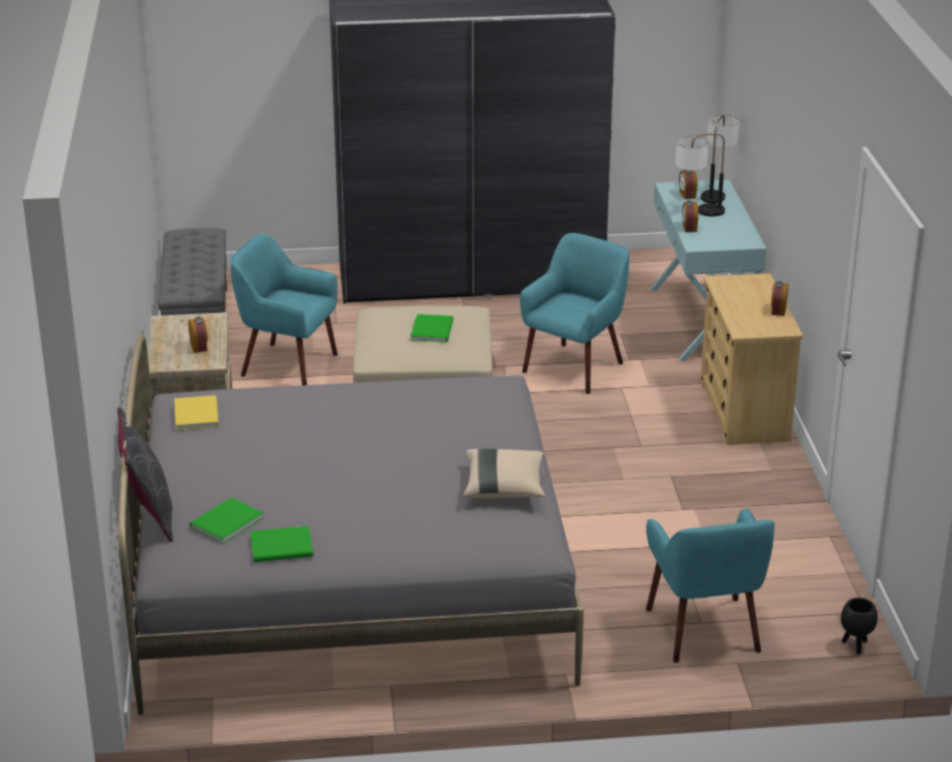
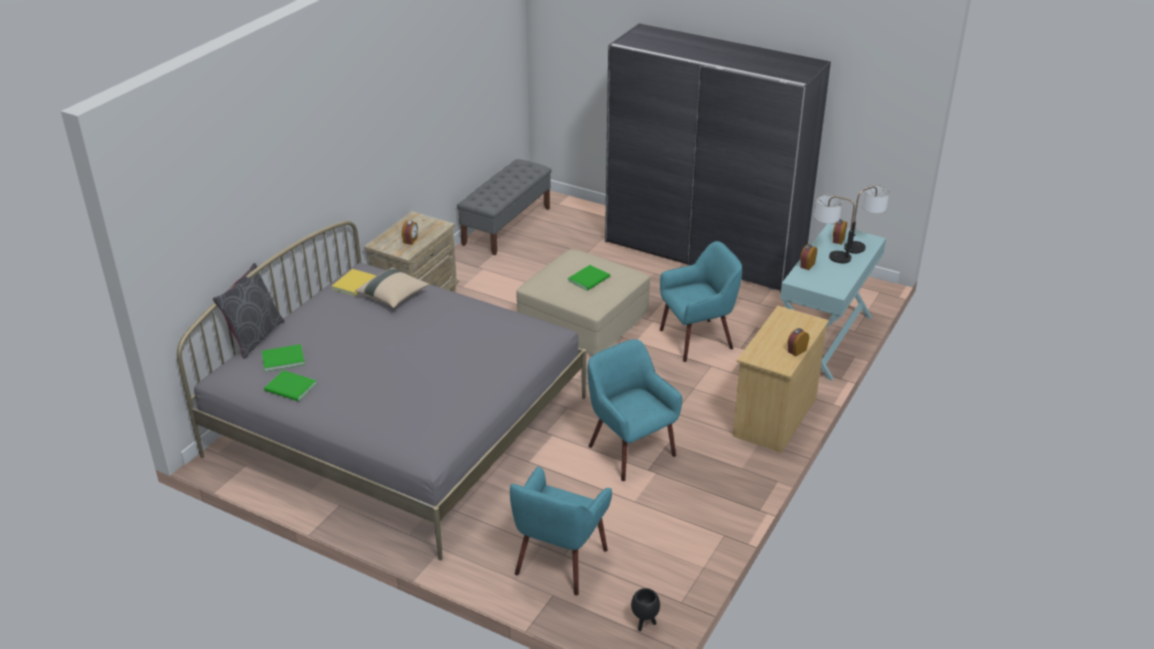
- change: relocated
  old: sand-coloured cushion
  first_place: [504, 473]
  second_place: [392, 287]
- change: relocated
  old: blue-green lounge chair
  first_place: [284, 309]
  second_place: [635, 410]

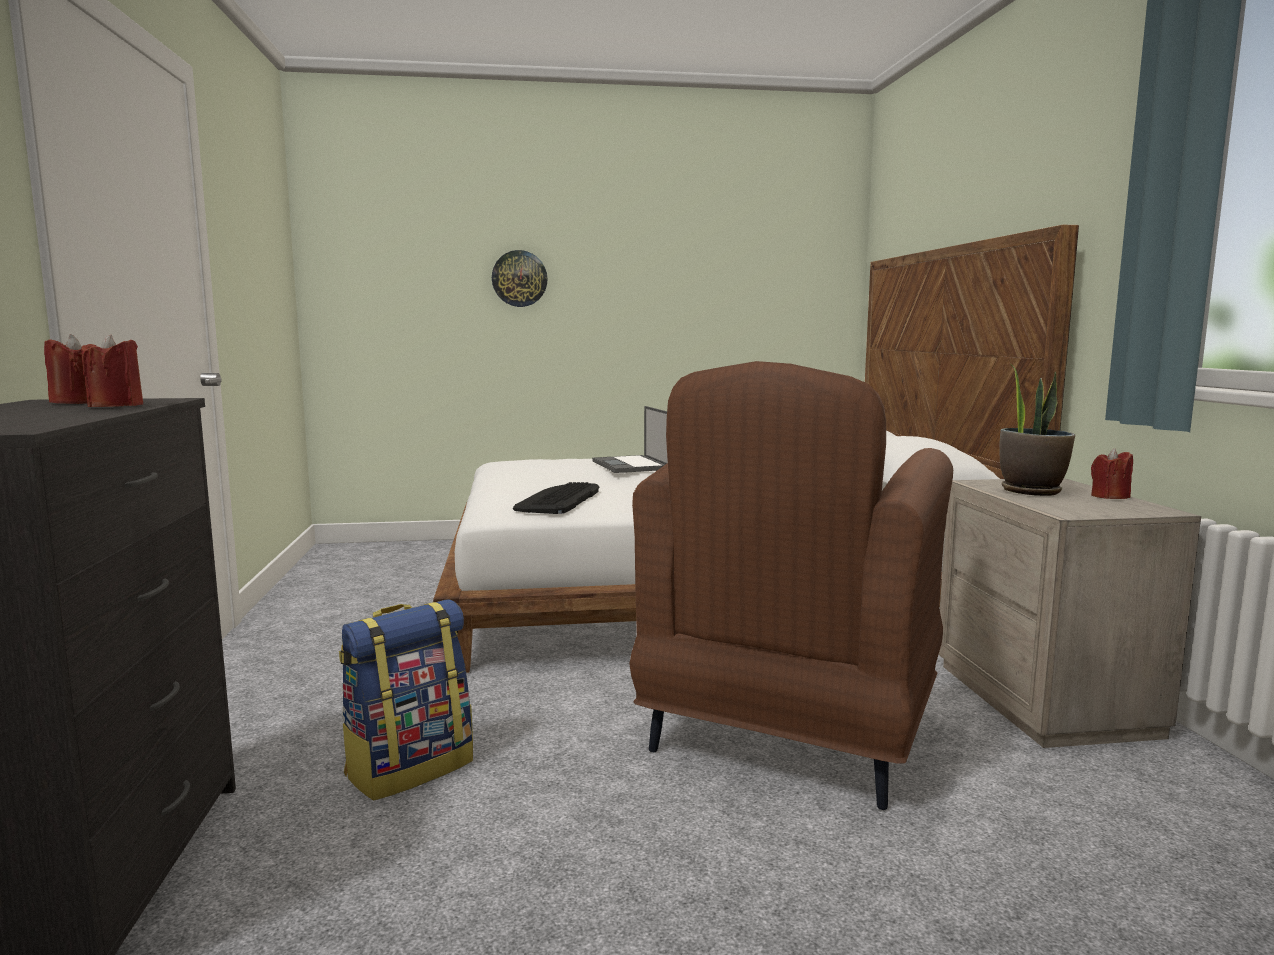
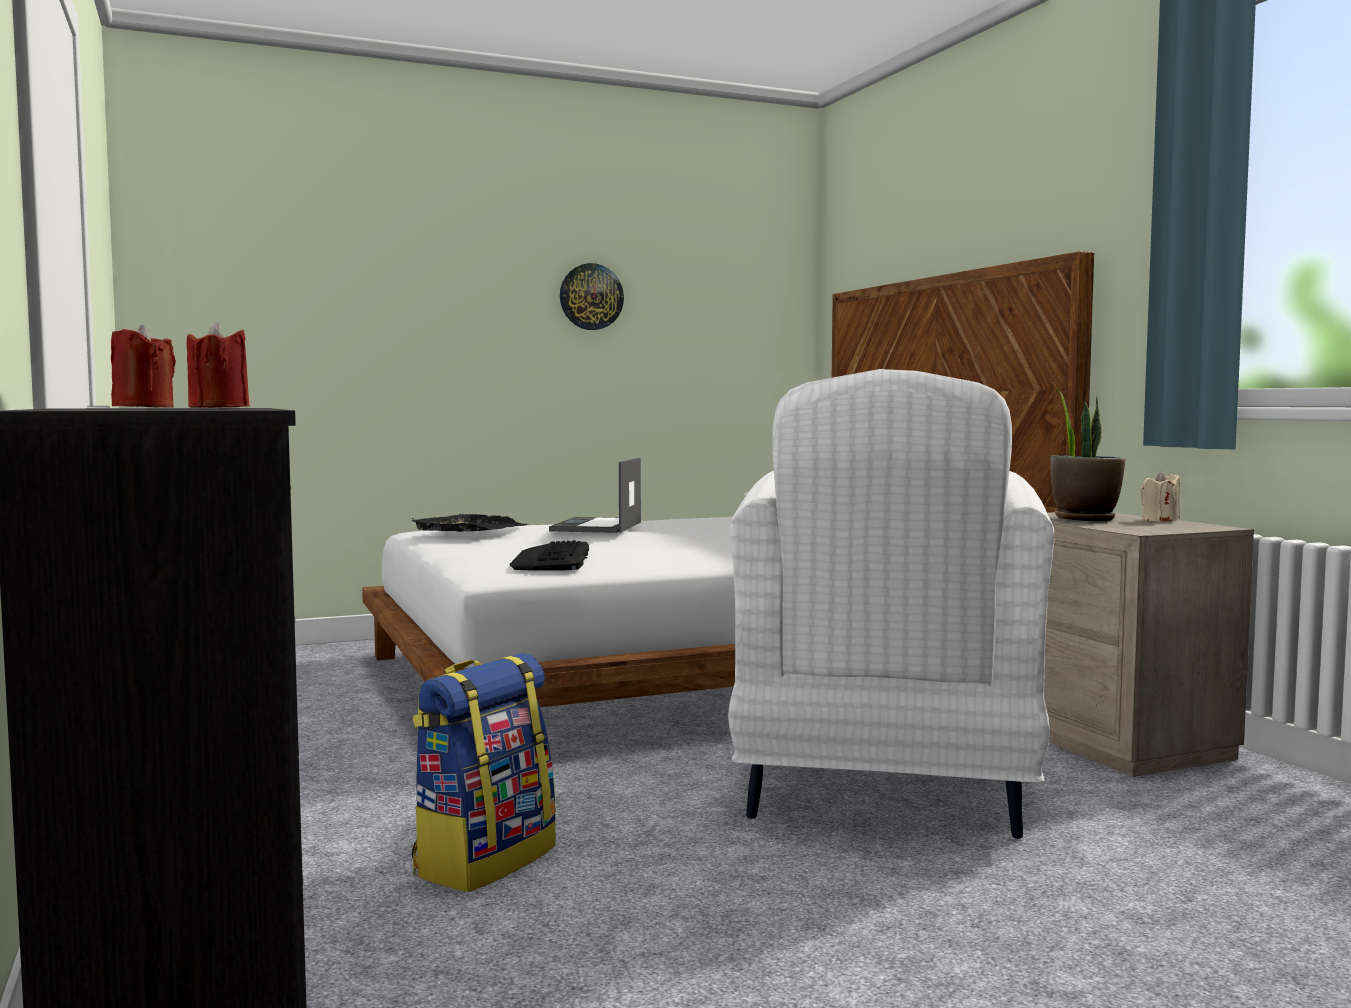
- change: appeared
  new: black serving tray
  second_place: [469, 523]
- change: spun
  old: portable computer
  first_place: [630, 439]
  second_place: [595, 495]
  degrees: 45
- change: relocated
  old: clock on the wall
  first_place: [520, 278]
  second_place: [592, 296]
- change: colour
  old: brown-coloured lounge chair
  new: white-coloured lounge chair
  first_place: [791, 585]
  second_place: [891, 603]
- change: colour
  old: reddish candle
  new: sand-coloured candle
  first_place: [1112, 473]
  second_place: [1160, 496]

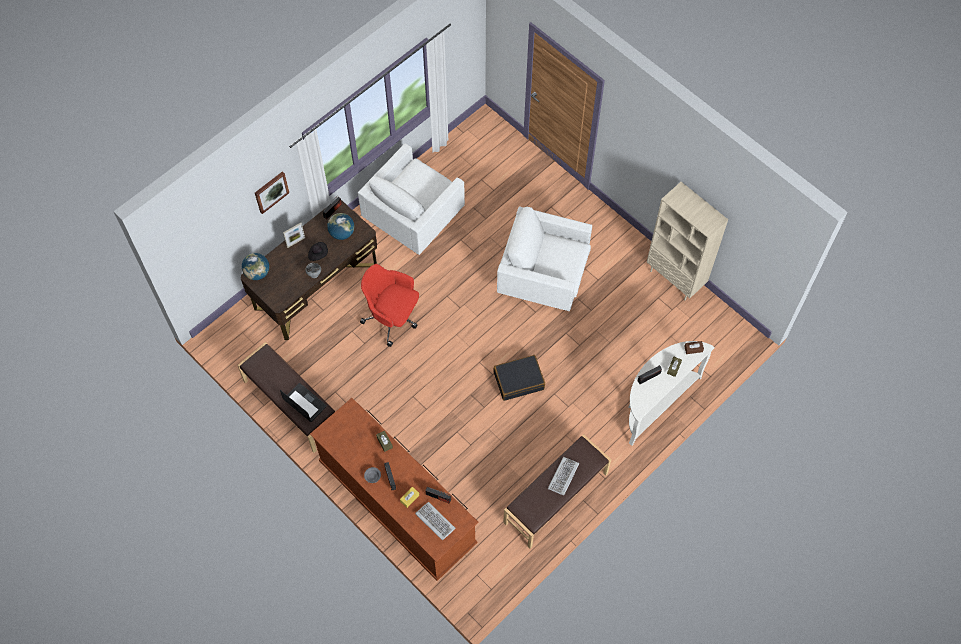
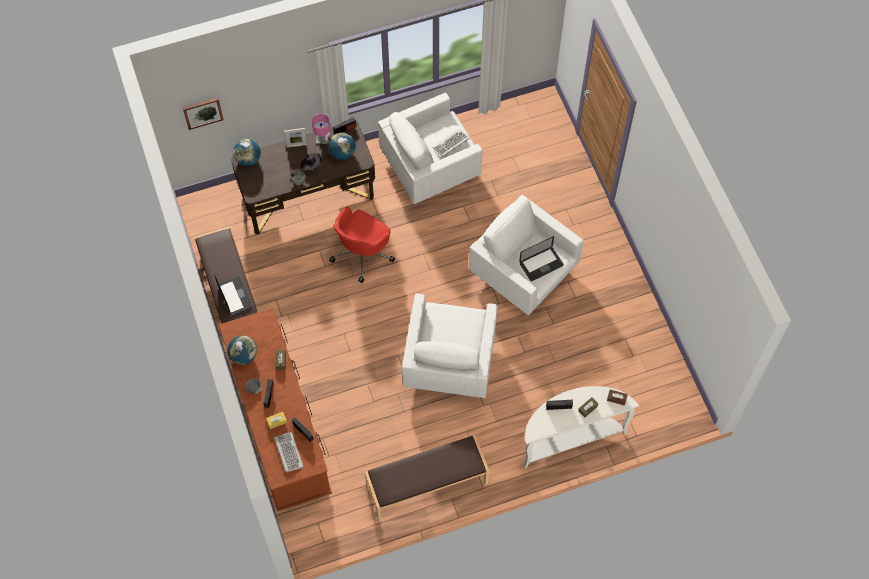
- change: relocated
  old: wall picture
  first_place: [272, 192]
  second_place: [203, 113]
- change: appeared
  new: desk globe
  second_place: [242, 350]
- change: appeared
  new: pink table lamp
  second_place: [321, 129]
- change: spun
  old: reddish office chair
  first_place: [389, 305]
  second_place: [362, 244]
  degrees: -105
- change: exchanged
  old: black travel case
  new: white-coloured lounge chair
  first_place: [519, 378]
  second_place: [450, 346]
- change: relocated
  old: computer keyboard
  first_place: [563, 476]
  second_place: [451, 143]
- change: appeared
  new: portable computer
  second_place: [541, 258]
- change: missing
  old: sand-coloured bookshelf
  first_place: [687, 241]

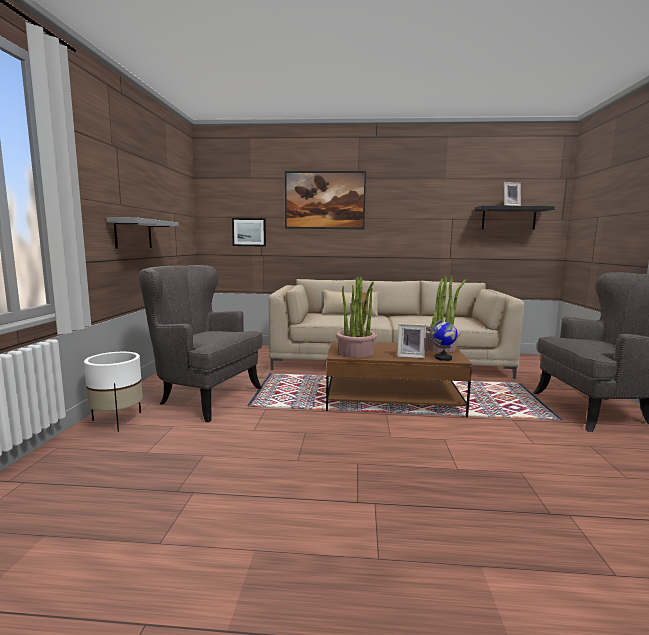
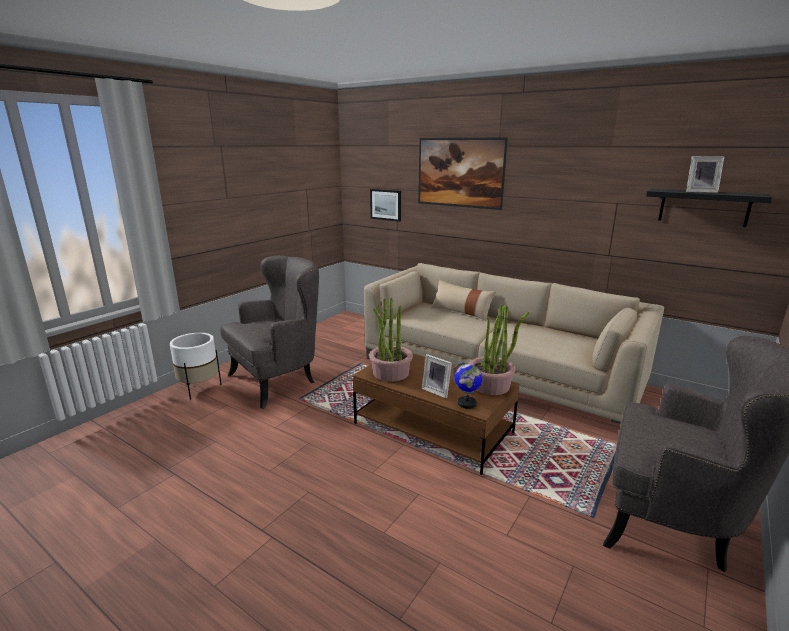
- change: spun
  old: greyish lounge chair
  first_place: [200, 343]
  second_place: [269, 332]
  degrees: 90
- change: missing
  old: greyish wall shelf
  first_place: [143, 233]

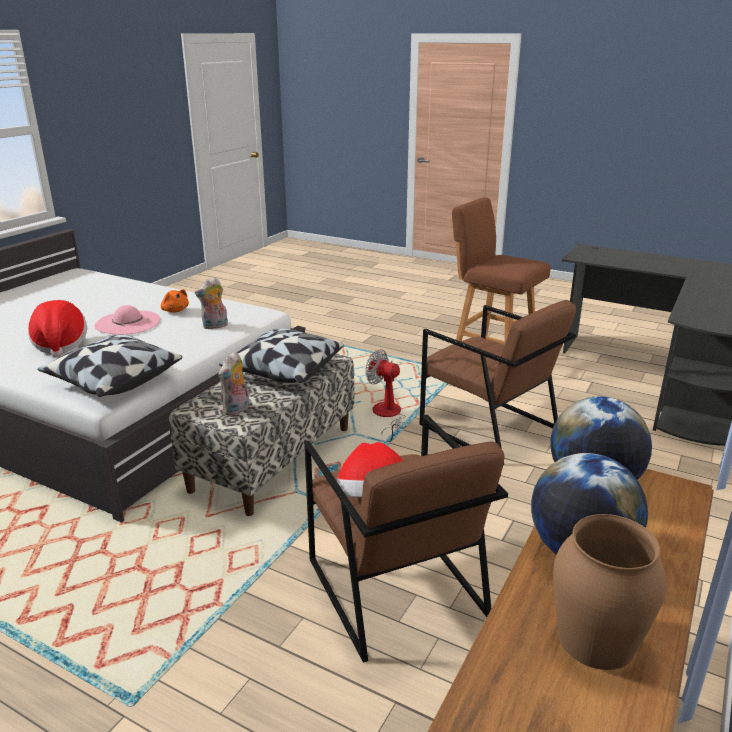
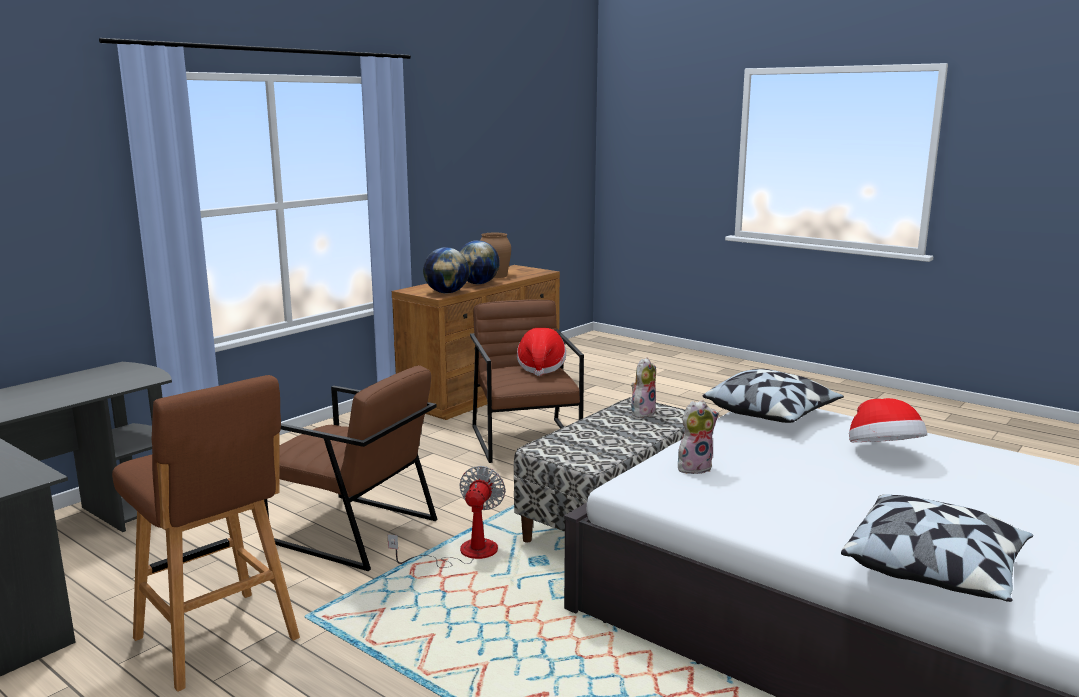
- change: spun
  old: brown-coloured lounge chair
  first_place: [497, 382]
  second_place: [351, 468]
  degrees: 150
- change: spun
  old: cooling fan
  first_place: [385, 395]
  second_place: [447, 517]
  degrees: -120
- change: relocated
  old: cushion
  first_place: [281, 356]
  second_place: [937, 548]
- change: missing
  old: pink hat
  first_place: [127, 320]
- change: missing
  old: orangey plush toy
  first_place: [175, 301]

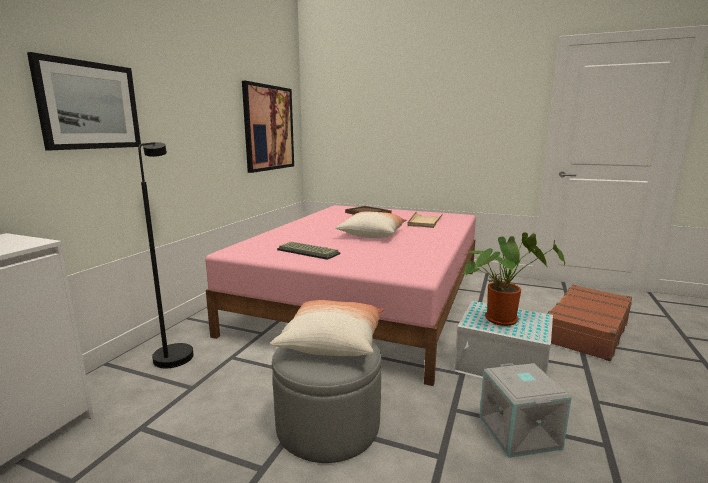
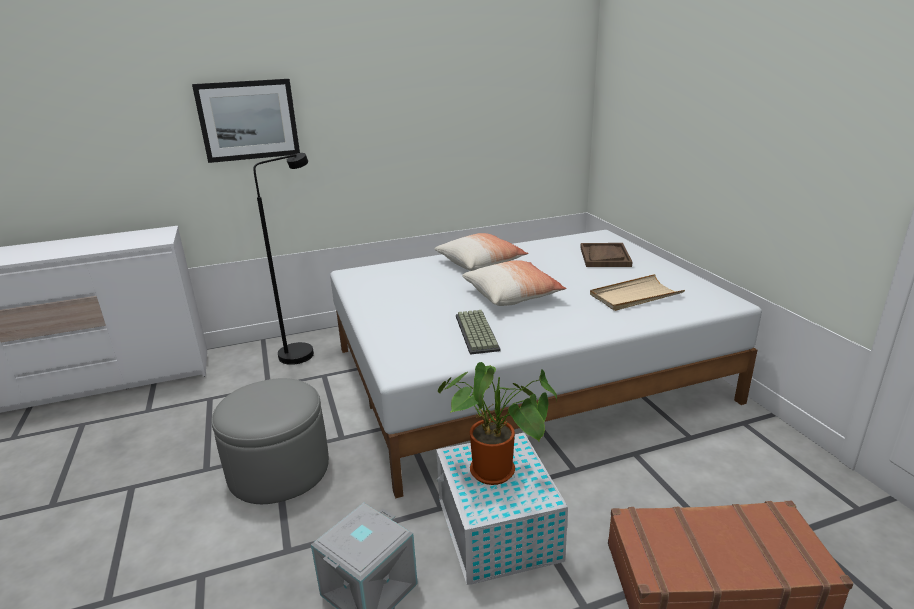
- change: colour
  old: pink sleeping bed
  new: white-coloured sleeping bed
  first_place: [340, 295]
  second_place: [546, 364]
- change: relocated
  old: cushion
  first_place: [327, 328]
  second_place: [481, 252]
- change: relocated
  old: computer keyboard
  first_place: [308, 251]
  second_place: [478, 332]
- change: missing
  old: wall picture
  first_place: [268, 127]

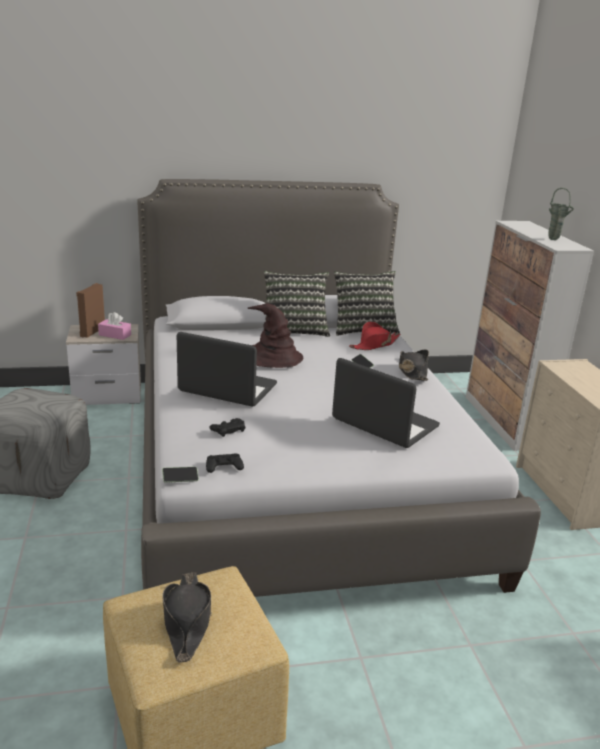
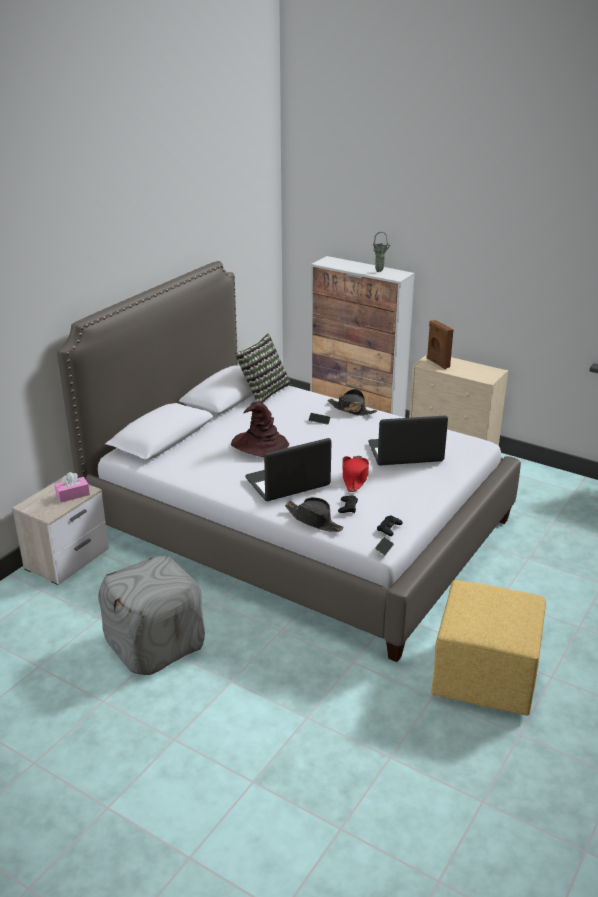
- change: relocated
  old: black hat
  first_place: [187, 617]
  second_place: [314, 514]
- change: relocated
  old: reddish hat
  first_place: [374, 336]
  second_place: [355, 474]
- change: relocated
  old: brown-coloured loudspeaker
  first_place: [90, 310]
  second_place: [440, 344]
- change: missing
  old: cushion
  first_place: [297, 304]

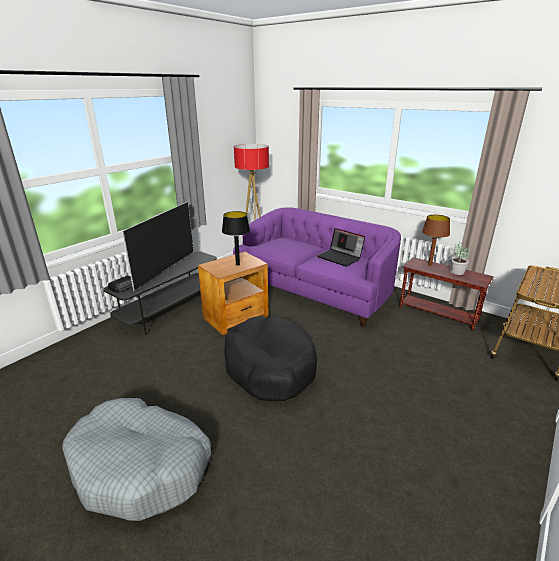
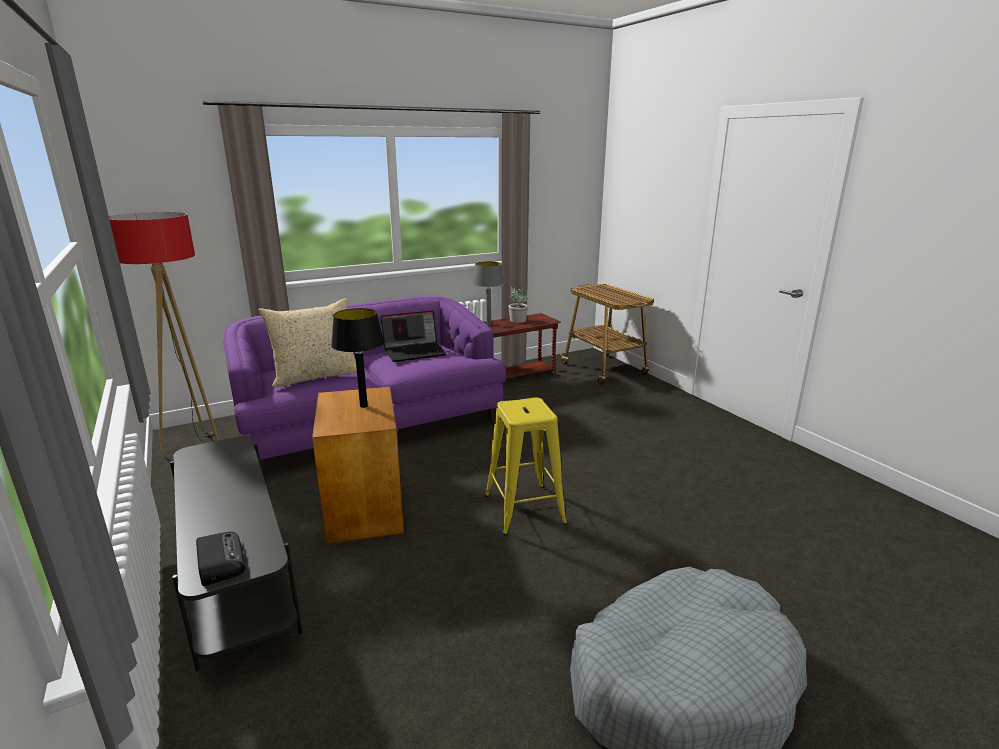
- change: appeared
  new: sand-coloured cushion
  second_place: [307, 342]
- change: colour
  old: brown-coloured table lamp
  new: greyish table lamp
  first_place: [436, 240]
  second_place: [488, 293]
- change: exchanged
  old: black pet bed
  new: yellowish sitting stool
  first_place: [270, 358]
  second_place: [526, 466]
- change: missing
  old: television
  first_place: [158, 246]

